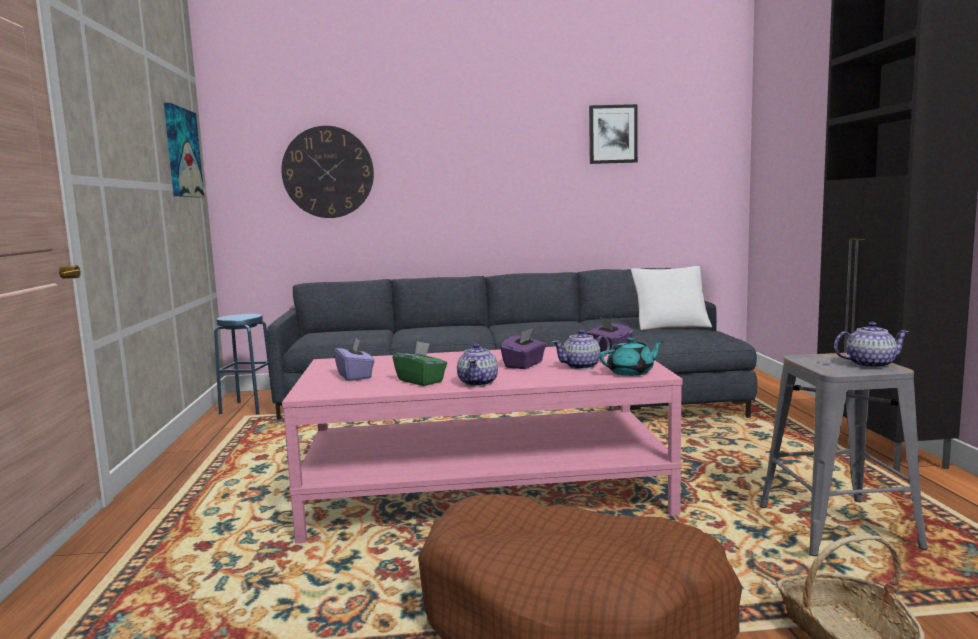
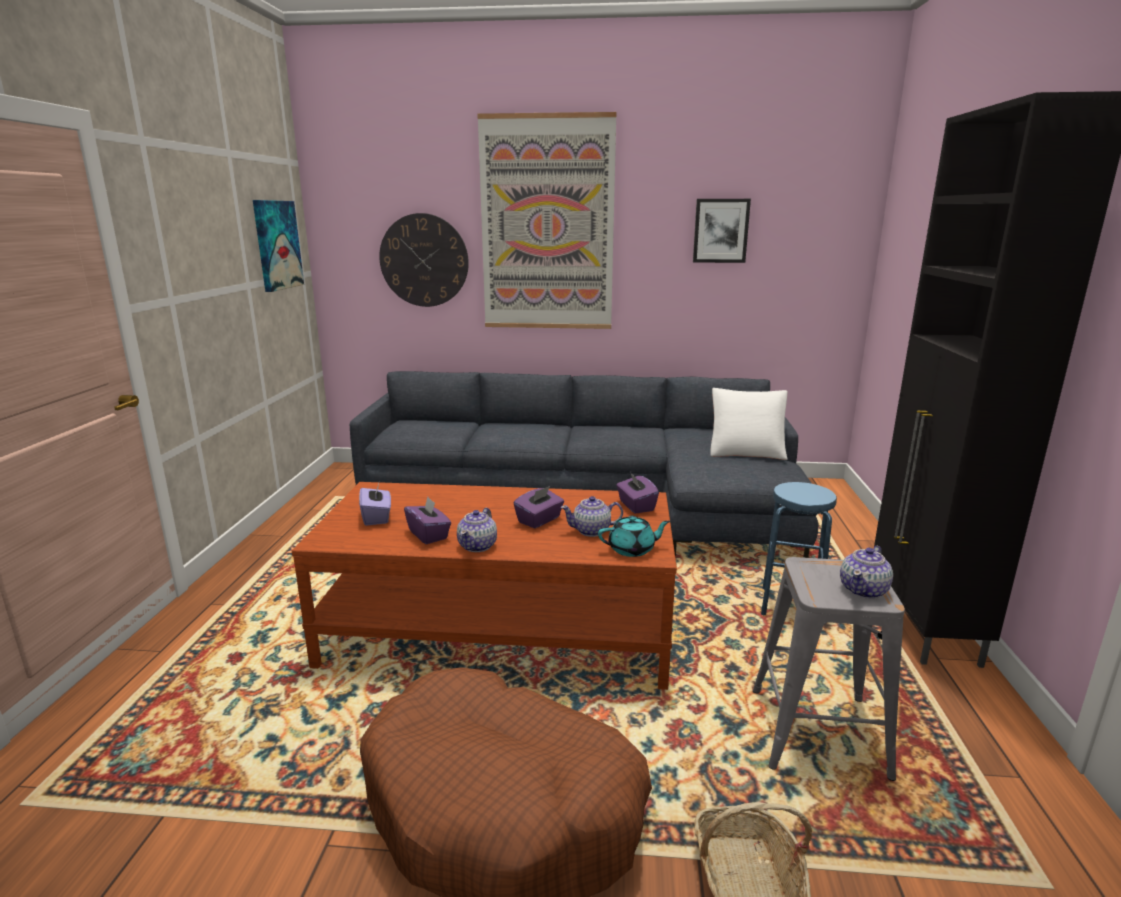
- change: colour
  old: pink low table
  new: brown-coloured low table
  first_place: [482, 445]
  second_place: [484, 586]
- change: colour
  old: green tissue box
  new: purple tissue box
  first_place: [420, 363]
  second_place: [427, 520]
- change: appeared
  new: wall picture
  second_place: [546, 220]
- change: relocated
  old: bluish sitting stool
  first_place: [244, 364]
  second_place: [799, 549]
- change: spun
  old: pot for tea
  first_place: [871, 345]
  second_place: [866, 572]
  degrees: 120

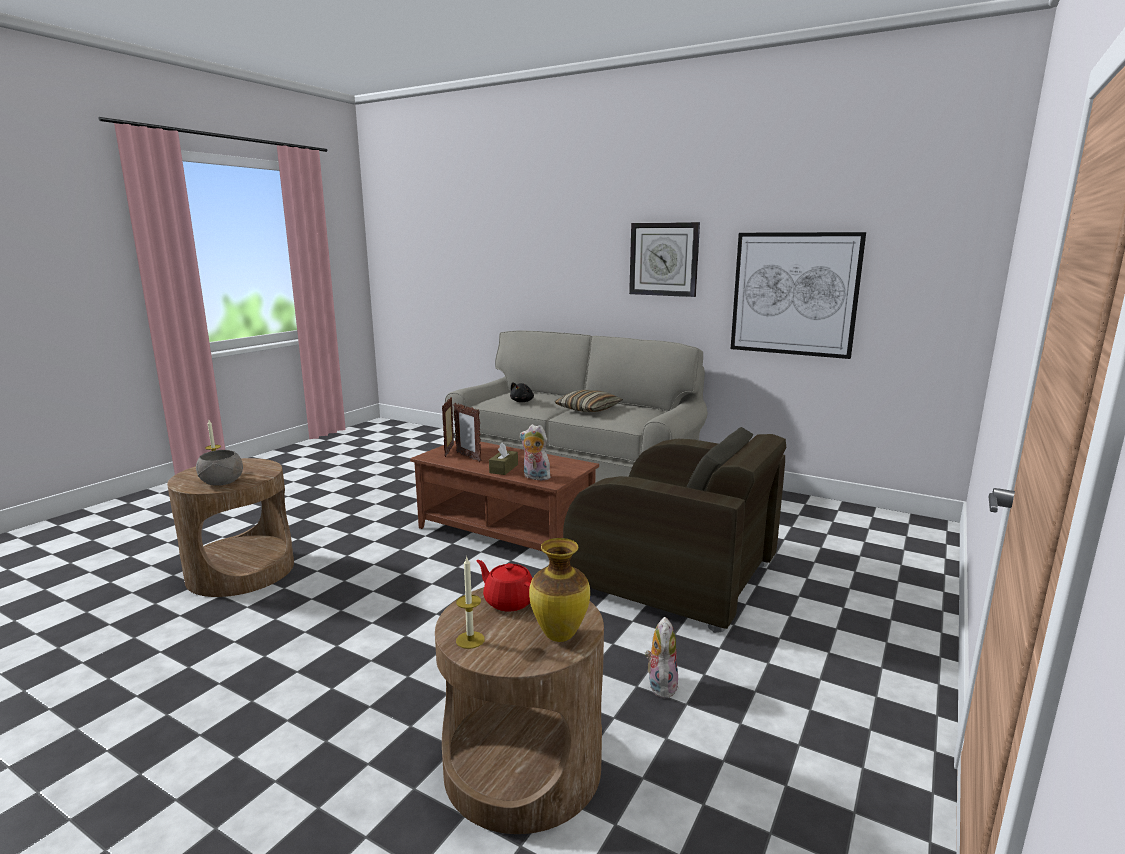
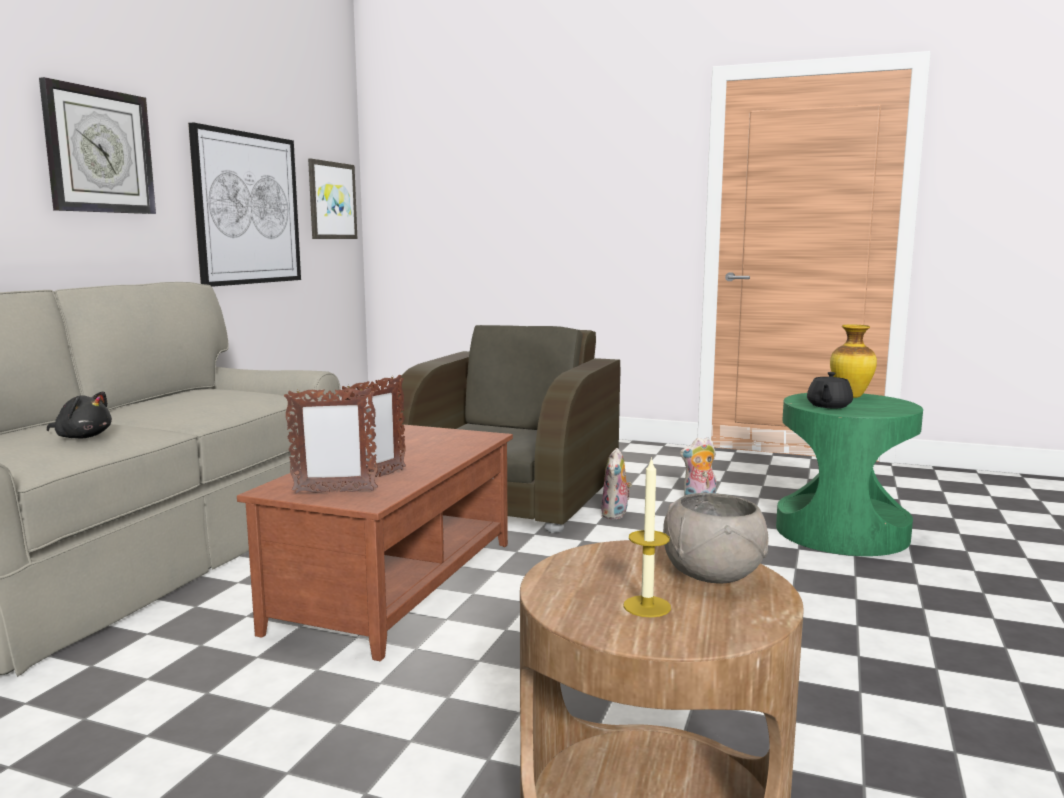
- change: appeared
  new: wall picture
  second_place: [332, 199]
- change: relocated
  old: plush toy
  first_place: [535, 452]
  second_place: [616, 484]
- change: colour
  old: brown-coloured end table
  new: green end table
  first_place: [519, 710]
  second_place: [849, 474]
- change: colour
  old: reddish pot for tea
  new: black pot for tea
  first_place: [504, 585]
  second_place: [830, 390]
- change: missing
  old: candle
  first_place: [470, 603]
- change: missing
  old: brown-coloured tissue box
  first_place: [503, 458]
- change: missing
  old: cushion
  first_place: [588, 401]

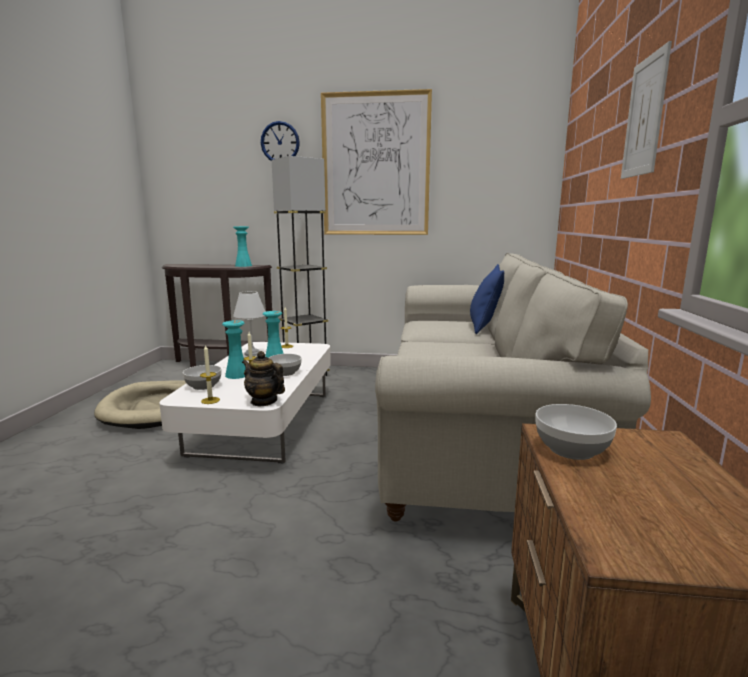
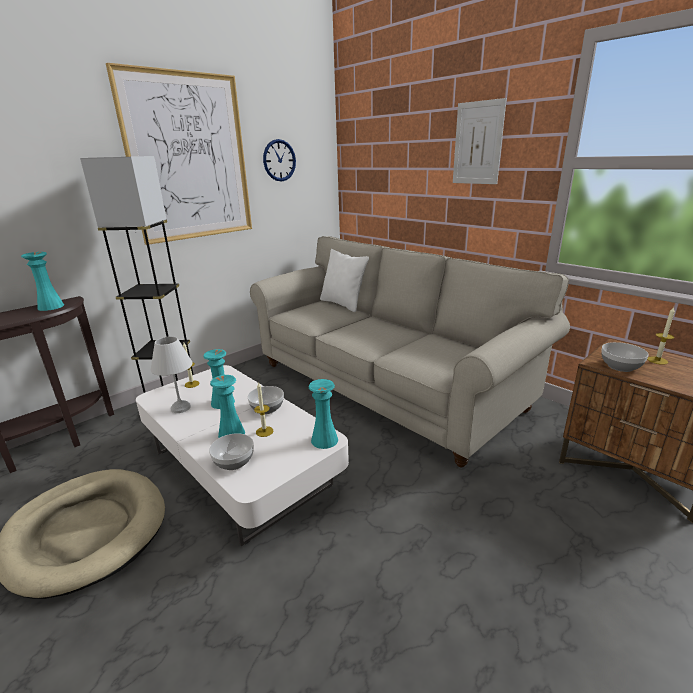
- change: relocated
  old: clock on the wall
  first_place: [280, 141]
  second_place: [279, 160]
- change: exchanged
  old: pot for tea
  new: blue-green vase
  first_place: [263, 378]
  second_place: [323, 414]
- change: colour
  old: bluish cushion
  new: white-coloured cushion
  first_place: [487, 299]
  second_place: [344, 280]
- change: relocated
  old: candle
  first_place: [210, 374]
  second_place: [661, 336]

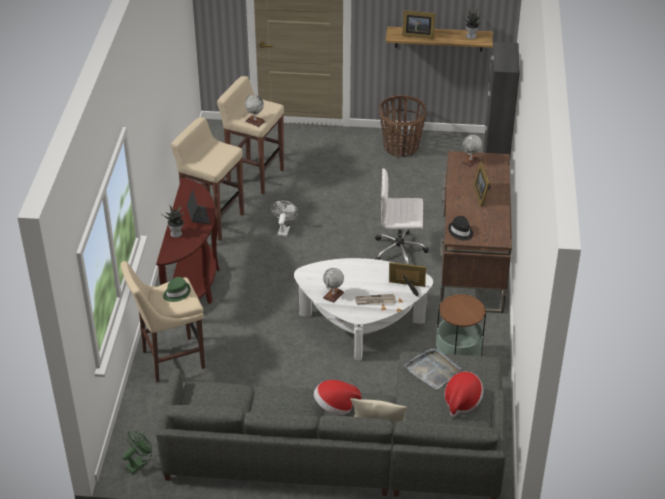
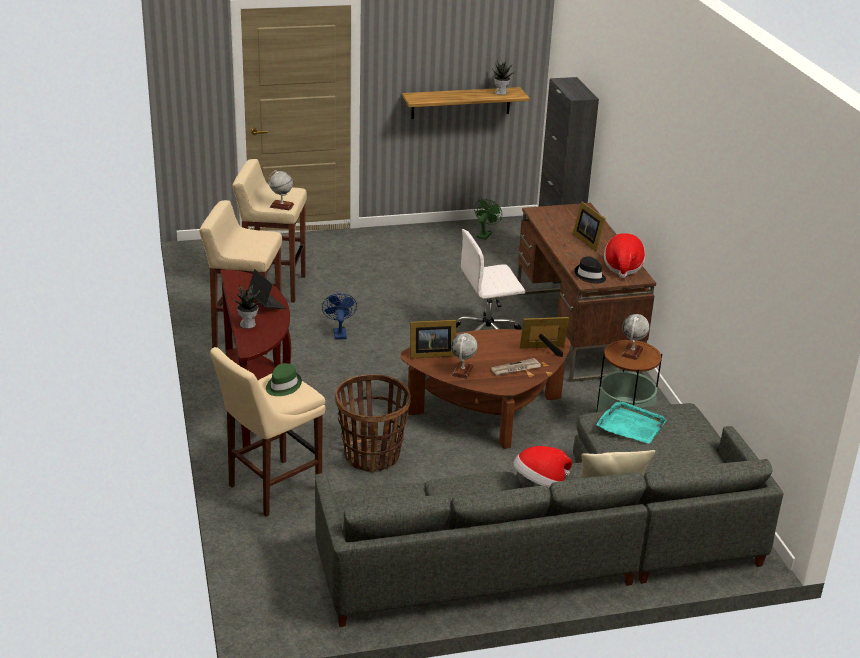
- change: colour
  old: white-coloured cooling fan
  new: bluish cooling fan
  first_place: [284, 219]
  second_place: [339, 316]
- change: relocated
  old: household basket
  first_place: [403, 126]
  second_place: [373, 423]
- change: colour
  old: white-coloured low table
  new: brown-coloured low table
  first_place: [363, 309]
  second_place: [486, 389]
- change: relocated
  old: picture frame
  first_place: [419, 24]
  second_place: [433, 339]
- change: relocated
  old: green cooling fan
  first_place: [137, 452]
  second_place: [488, 219]
- change: colour
  old: greyish serving tray
  new: blue-green serving tray
  first_place: [433, 369]
  second_place: [631, 422]
- change: relocated
  old: hat
  first_place: [463, 394]
  second_place: [624, 255]
- change: relocated
  old: desk globe
  first_place: [471, 150]
  second_place: [635, 337]

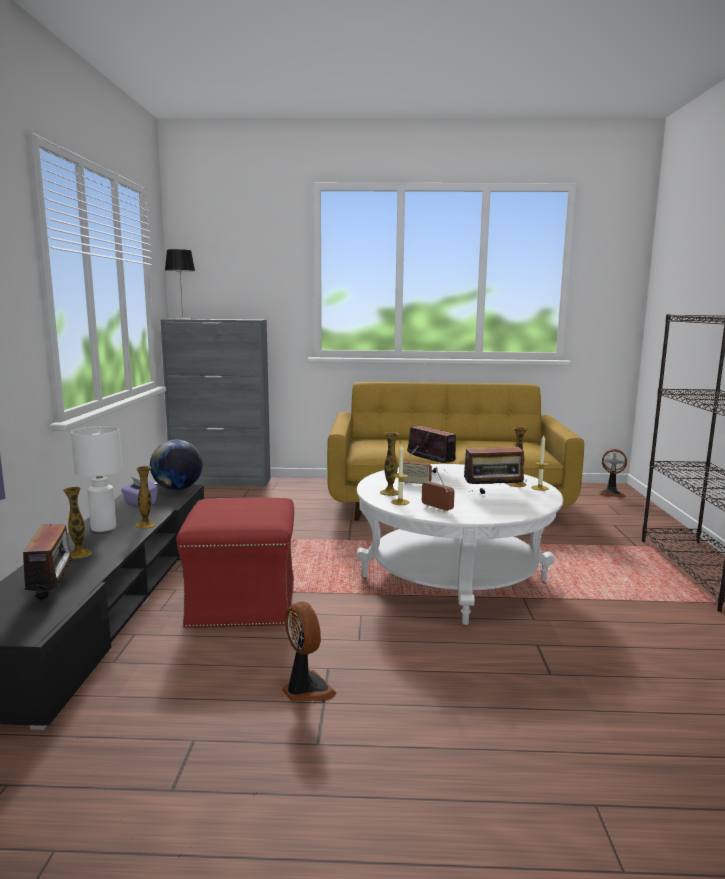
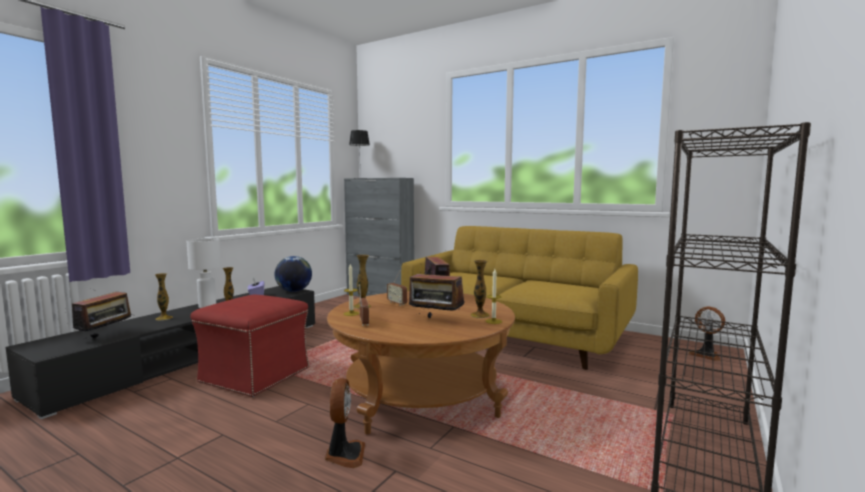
- change: relocated
  old: cooling fan
  first_place: [309, 651]
  second_place: [345, 423]
- change: colour
  old: white-coloured low table
  new: brown-coloured low table
  first_place: [460, 544]
  second_place: [421, 363]

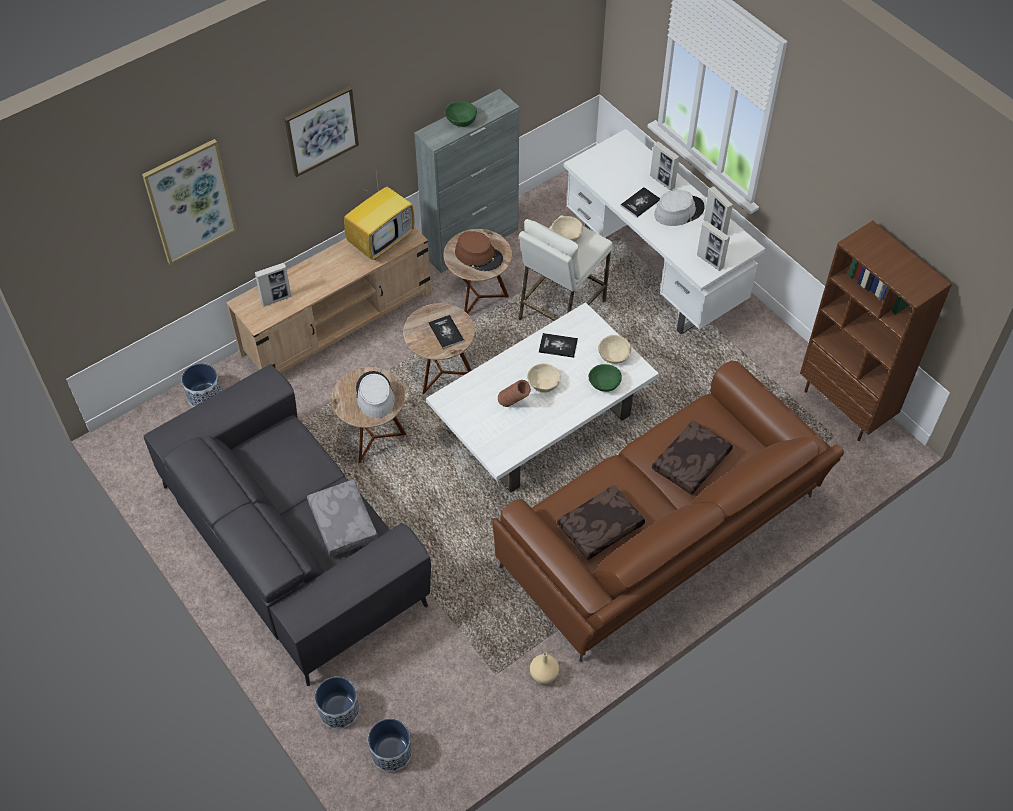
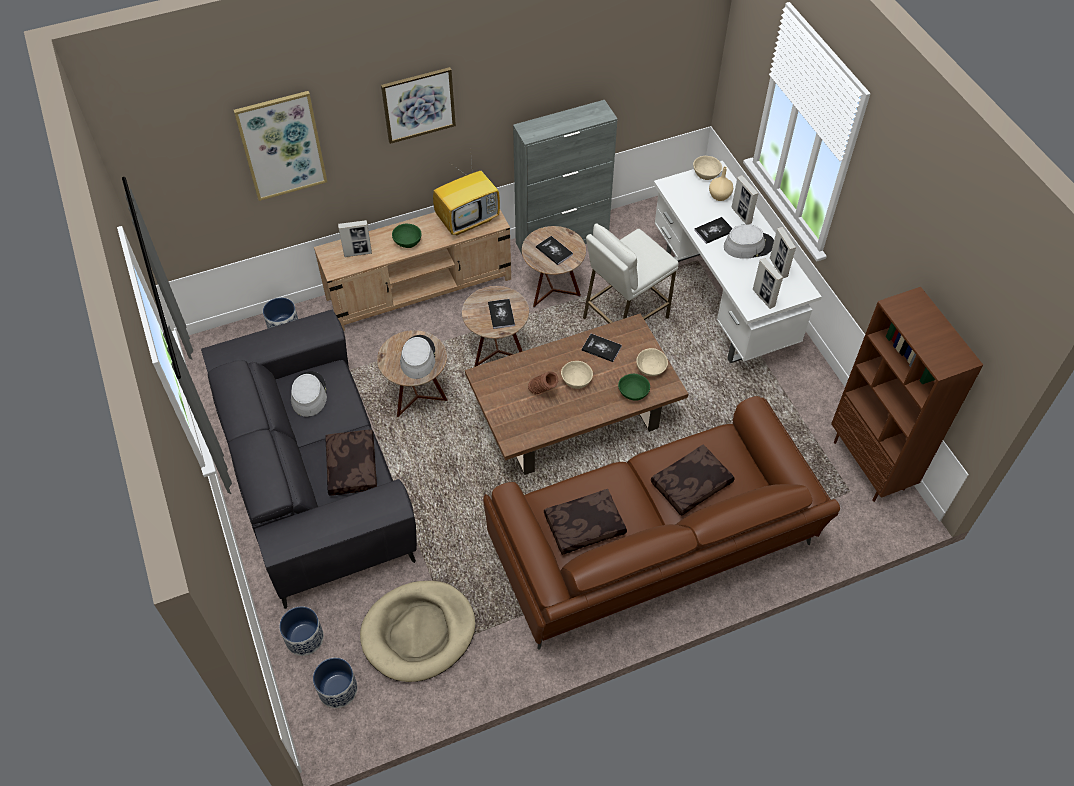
- change: appeared
  new: greyish hat
  second_place: [309, 394]
- change: colour
  old: greyish cushion
  new: brown-coloured cushion
  first_place: [342, 518]
  second_place: [351, 462]
- change: appeared
  new: sand-coloured pet bed
  second_place: [417, 631]
- change: relocated
  old: green deep dish
  first_place: [461, 114]
  second_place: [407, 236]
- change: colour
  old: white-coloured low table
  new: brown-coloured low table
  first_place: [542, 397]
  second_place: [576, 394]
- change: exchanged
  old: brown-coloured hat
  new: book
  first_place: [479, 251]
  second_place: [554, 250]
- change: relocated
  old: sand-coloured deep dish
  first_place: [568, 229]
  second_place: [707, 168]
- change: relocated
  old: sand-coloured vase
  first_place: [544, 668]
  second_place: [721, 184]

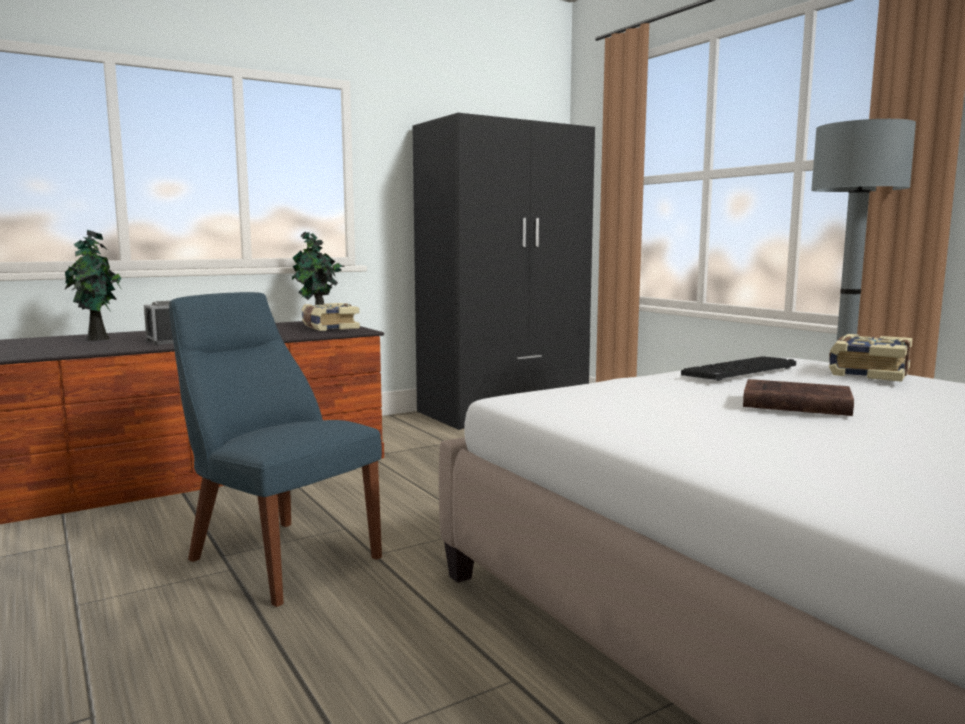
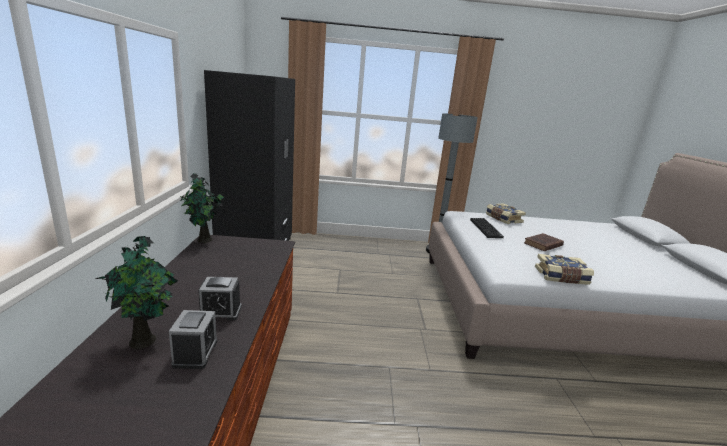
- change: appeared
  new: bedside clock
  second_place: [193, 339]
- change: relocated
  old: book
  first_place: [331, 317]
  second_place: [564, 269]
- change: missing
  old: bluish upright chair
  first_place: [275, 449]

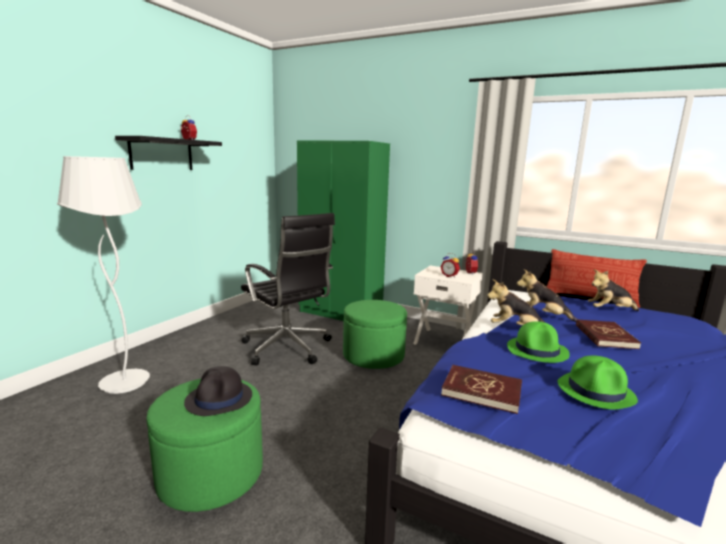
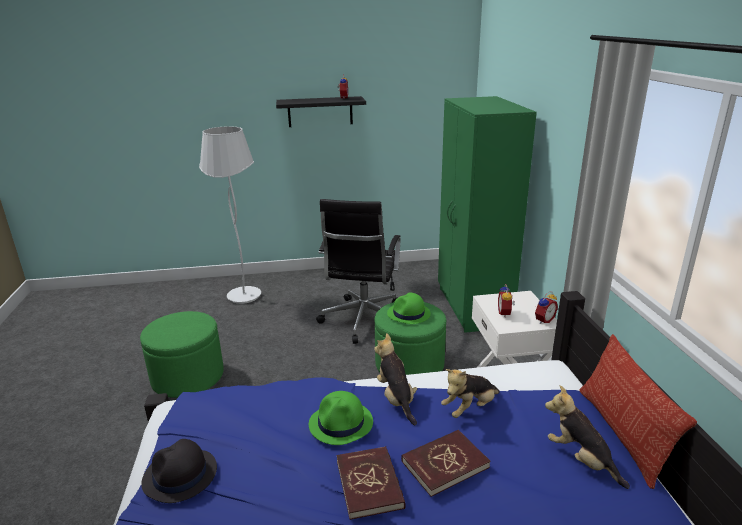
- change: relocated
  old: black hat
  first_place: [218, 391]
  second_place: [179, 471]
- change: relocated
  old: reddish book
  first_place: [481, 389]
  second_place: [371, 483]
- change: relocated
  old: green hat
  first_place: [598, 382]
  second_place: [409, 308]
- change: spun
  old: plush toy
  first_place: [547, 295]
  second_place: [470, 393]
  degrees: -120

